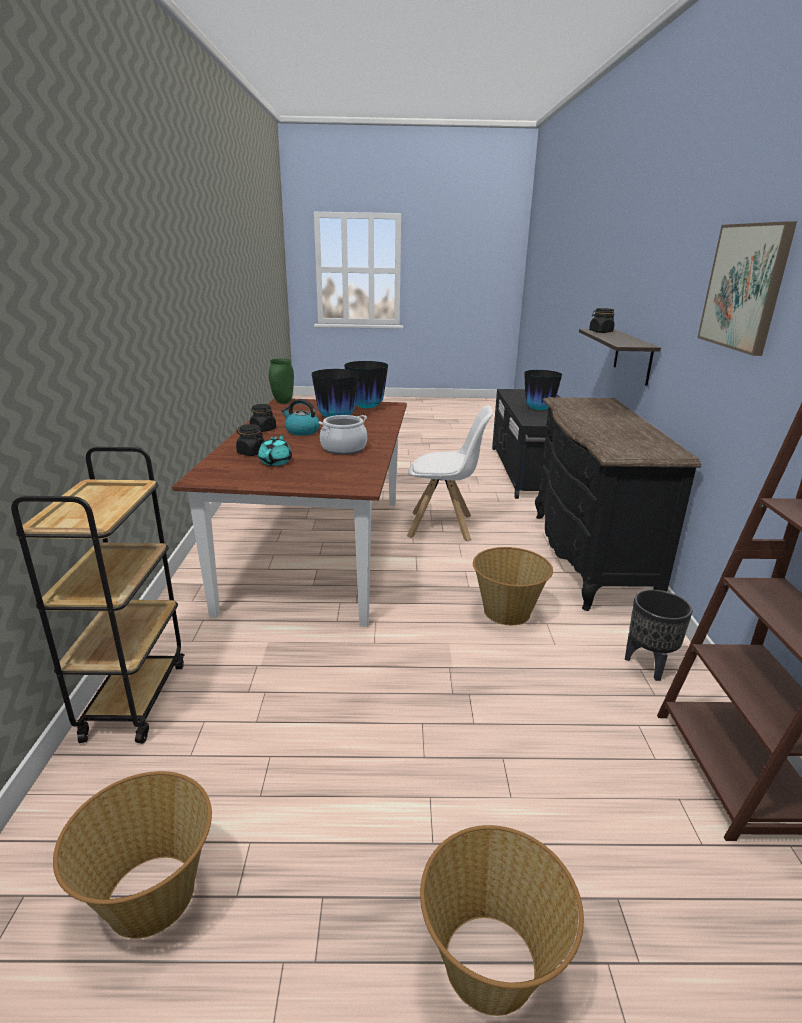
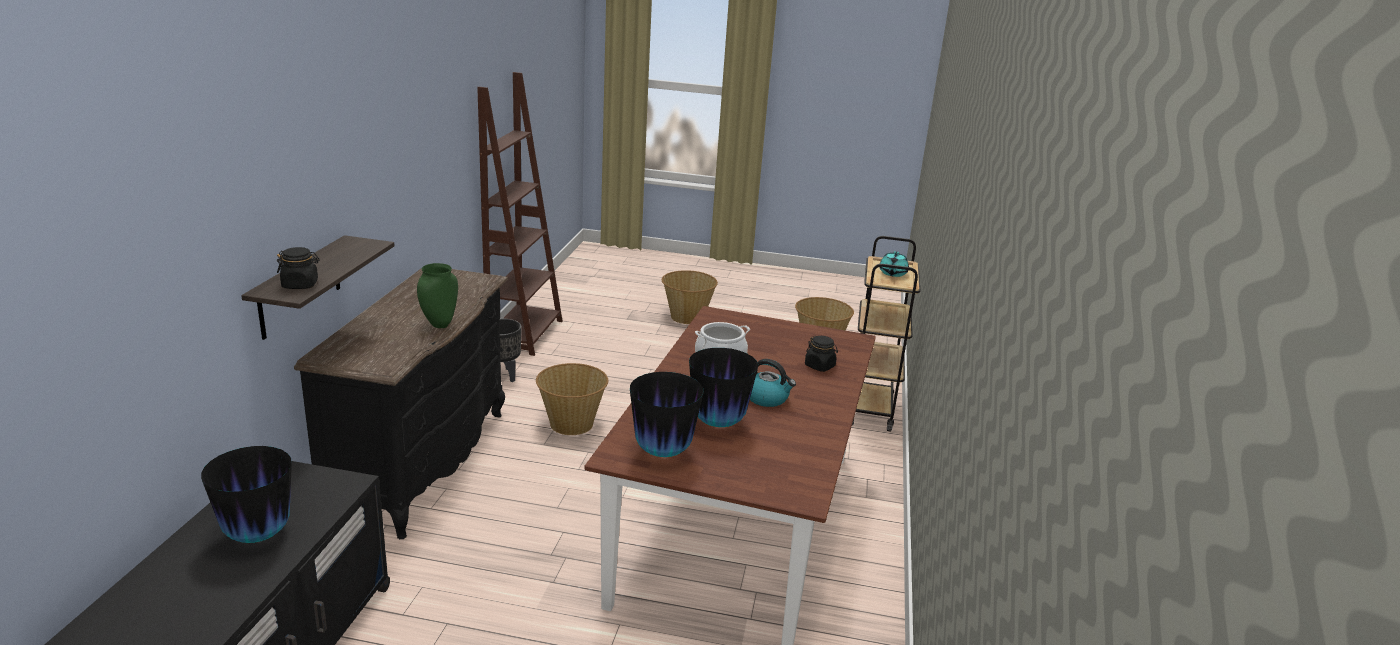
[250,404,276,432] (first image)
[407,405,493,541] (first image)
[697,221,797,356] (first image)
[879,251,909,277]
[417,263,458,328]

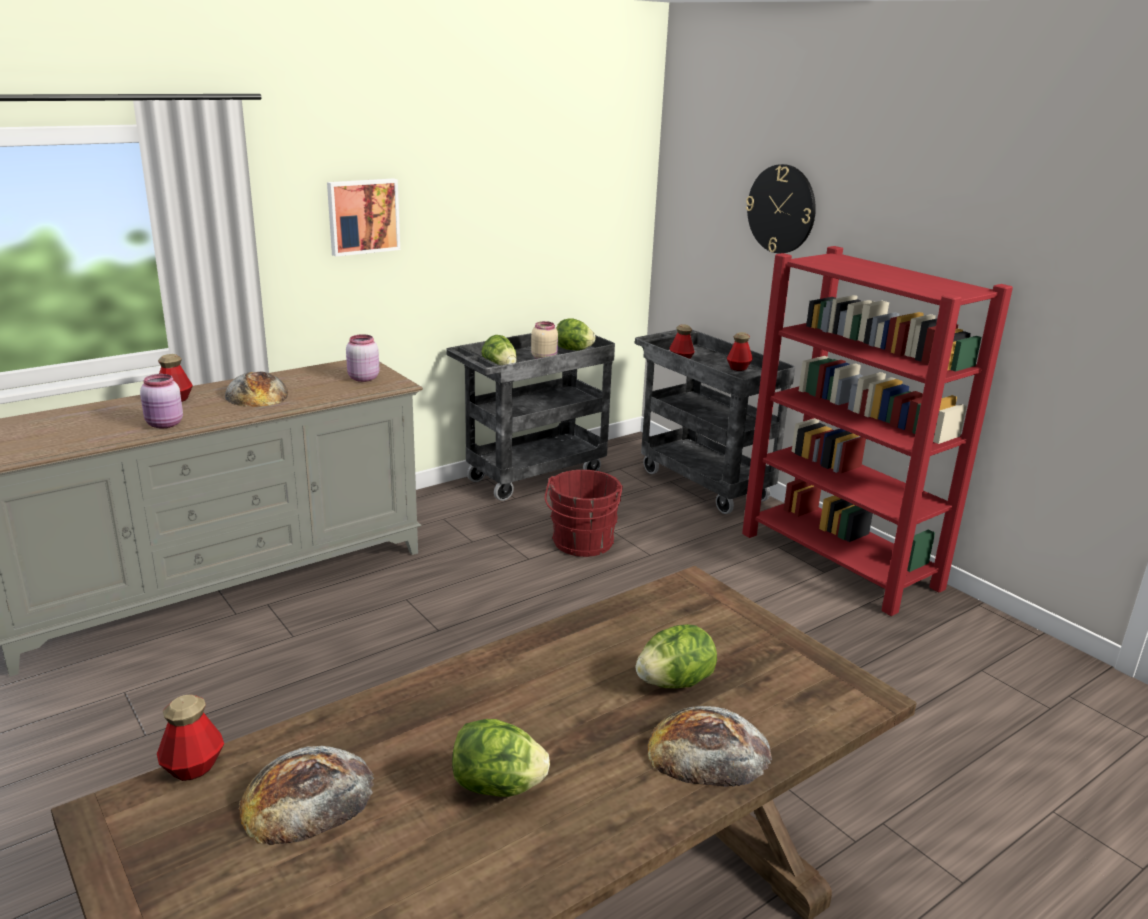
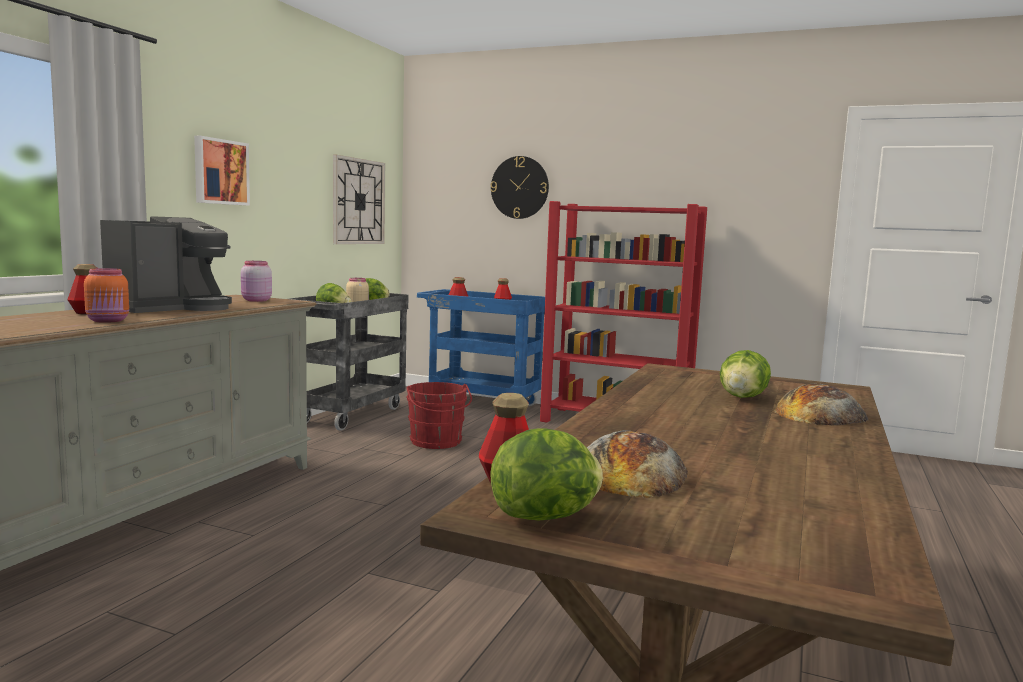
[333,154,385,244]
[490,428,603,520]
[100,216,232,313]
[84,268,129,323]
[417,289,545,406]

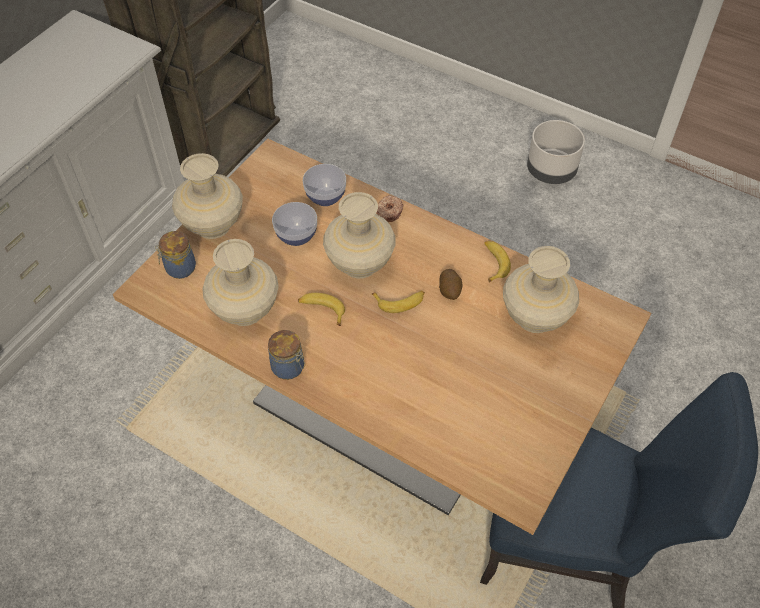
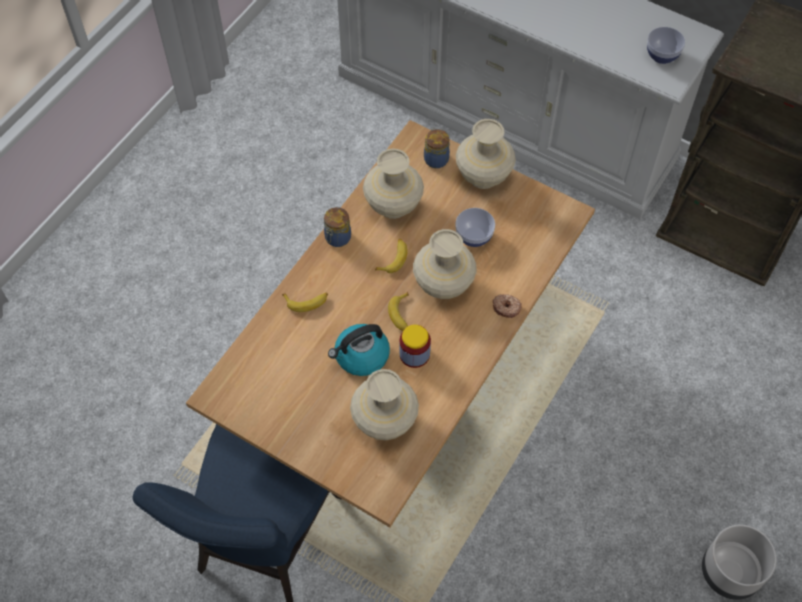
[328,324,390,376]
[647,27,685,64]
[282,293,328,312]
[399,325,431,368]

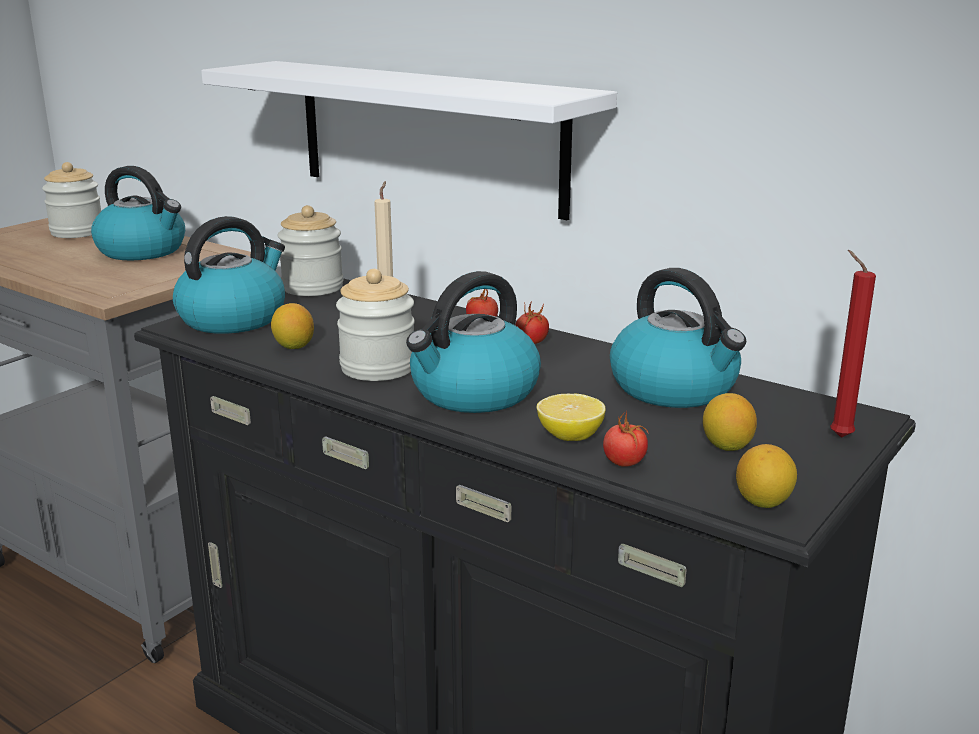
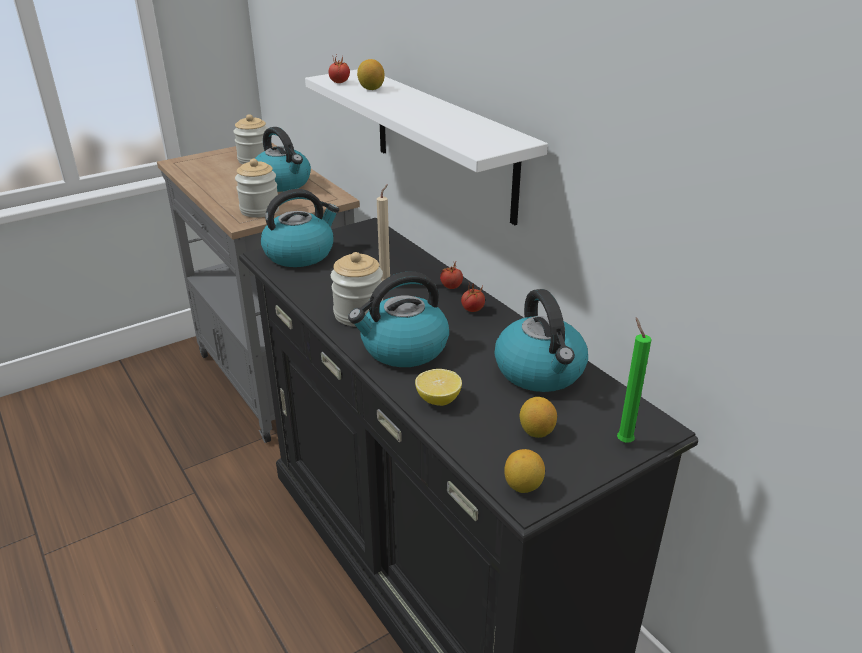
[357,59,384,90]
[235,159,279,218]
[329,55,350,83]
[617,318,652,443]

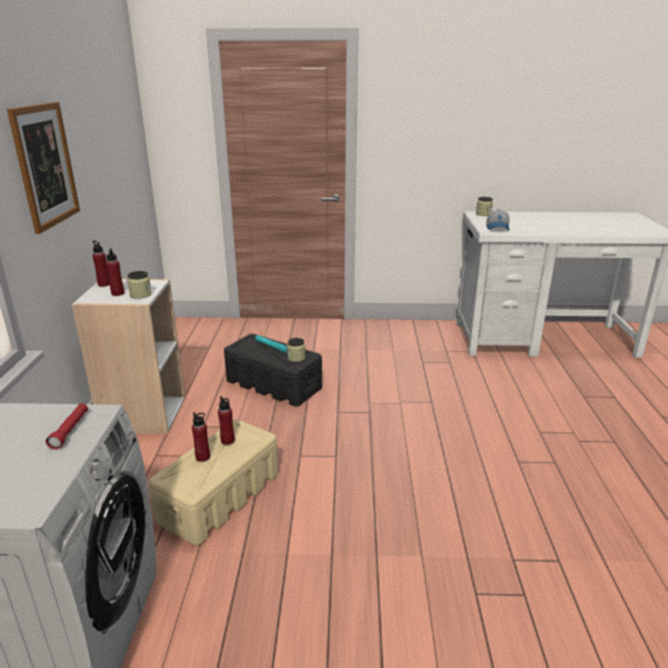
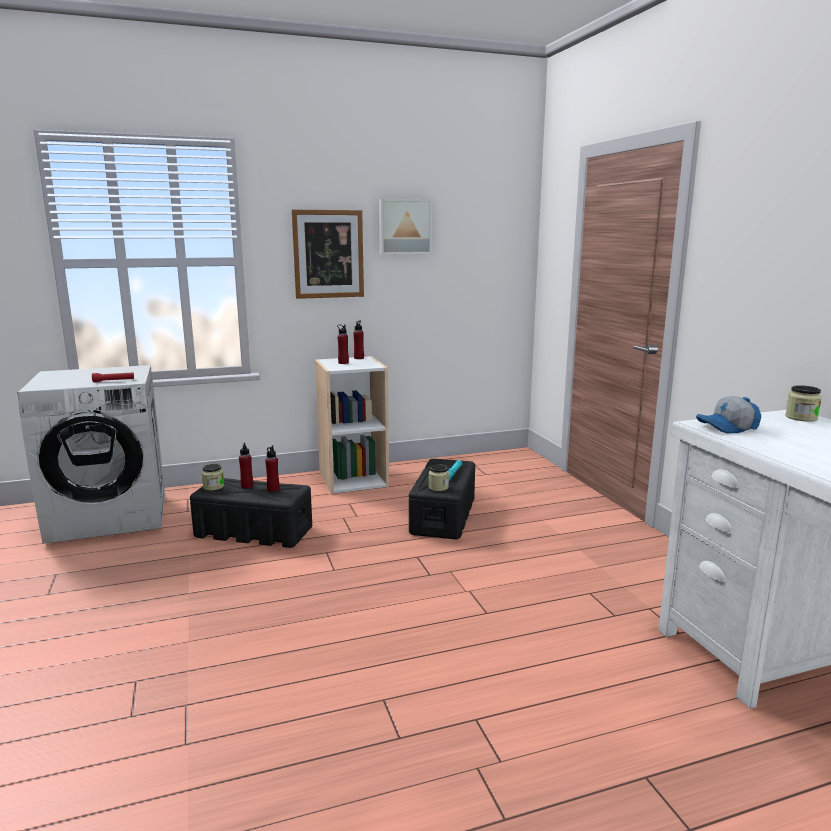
[379,199,432,255]
[202,464,224,491]
[190,478,312,548]

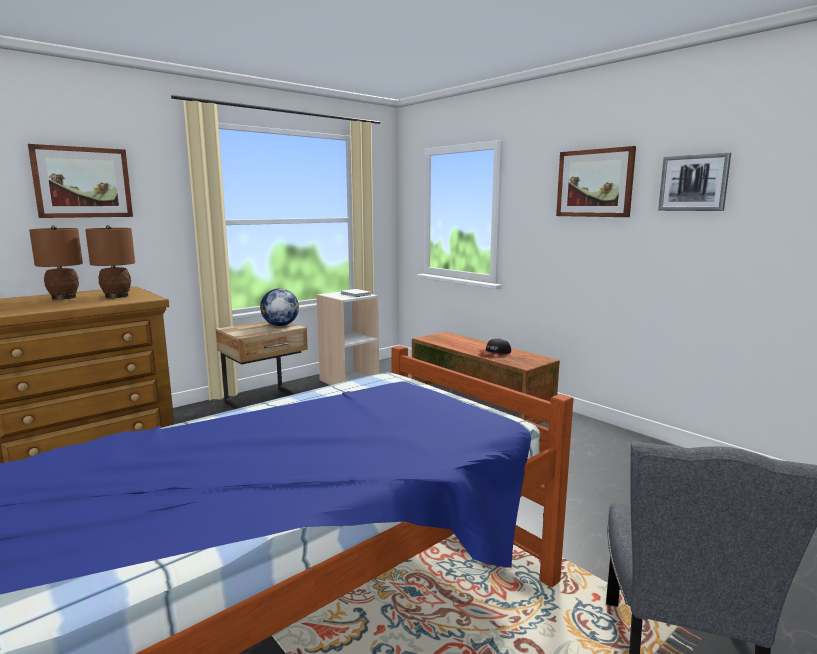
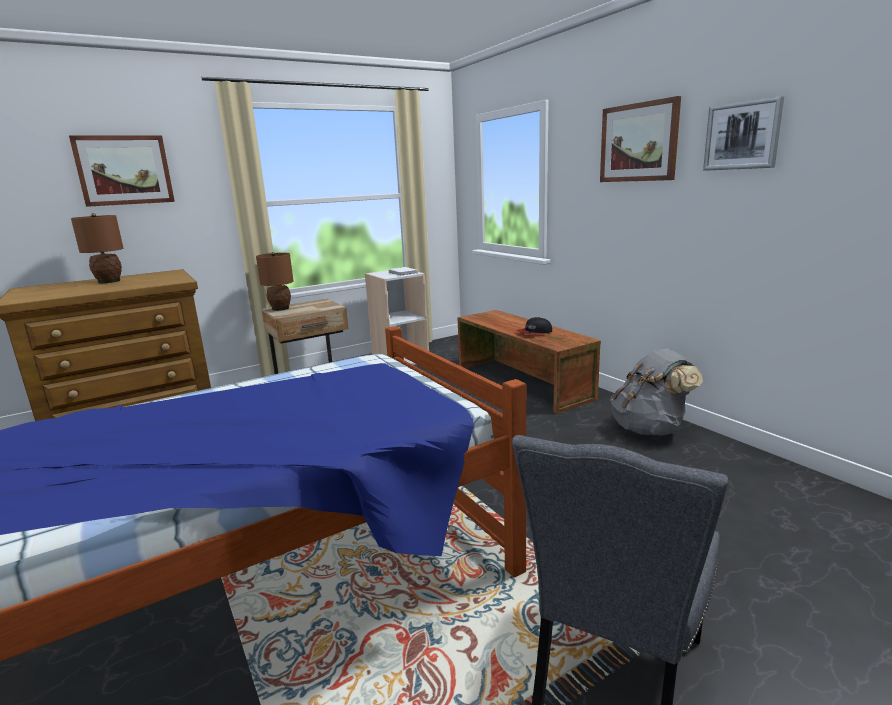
[260,288,299,326] (first image)
[610,349,703,436]
[256,252,293,311]

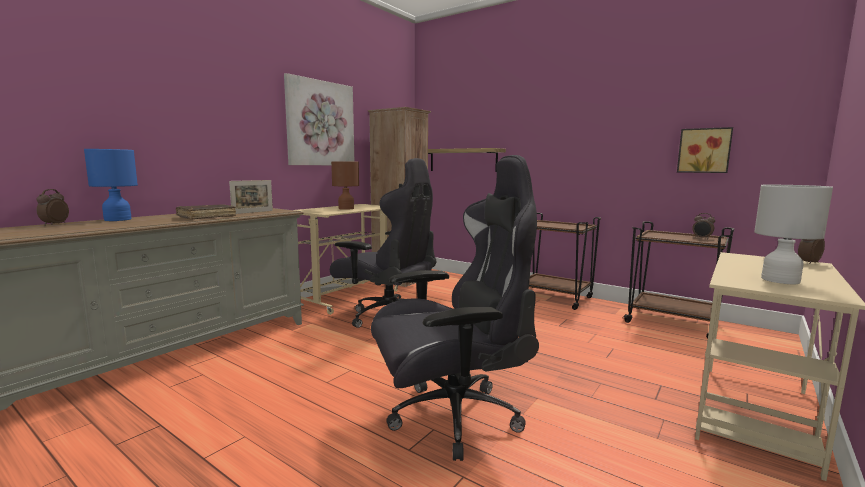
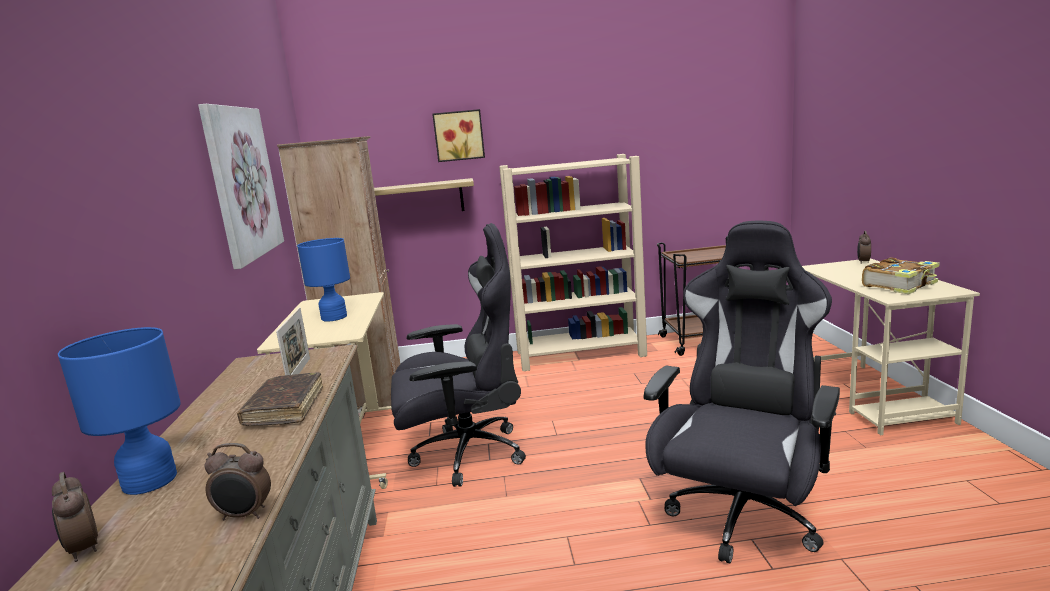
[432,109,485,162]
[205,443,271,520]
[499,154,647,371]
[862,257,940,294]
[297,238,350,321]

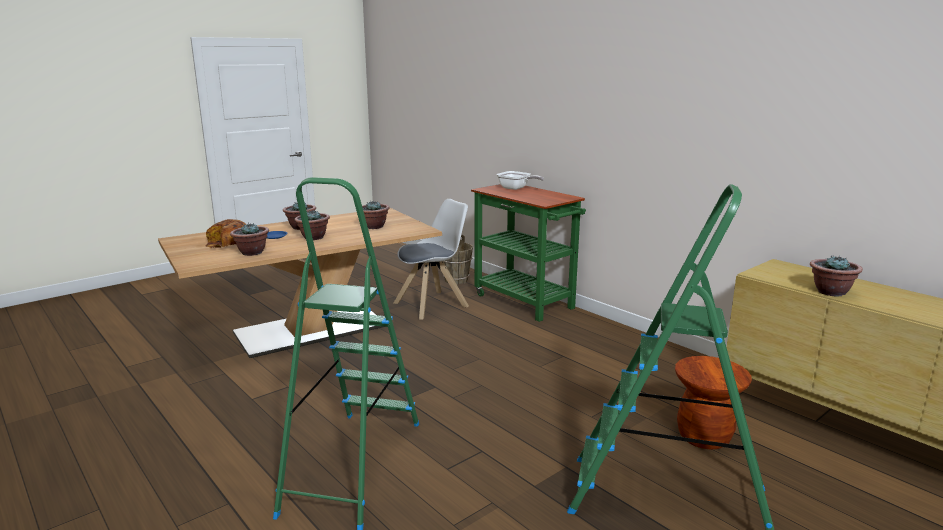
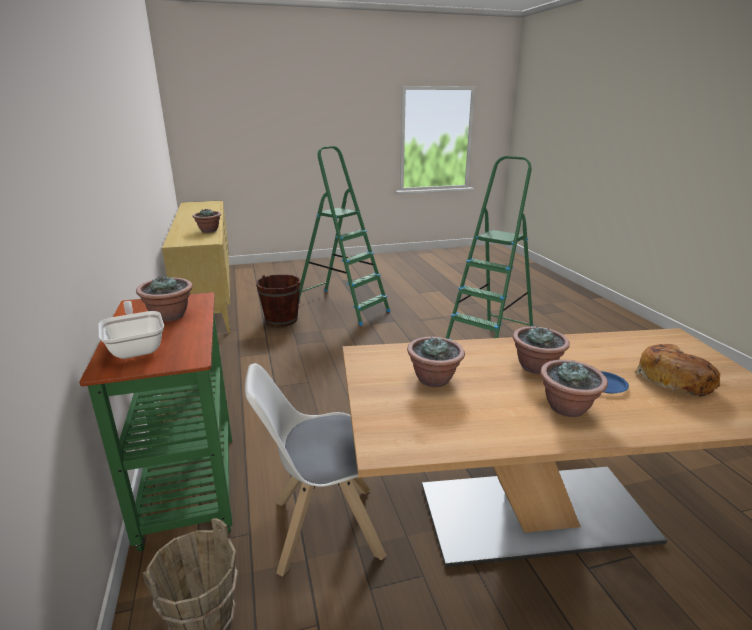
[136,275,193,322]
[256,274,301,327]

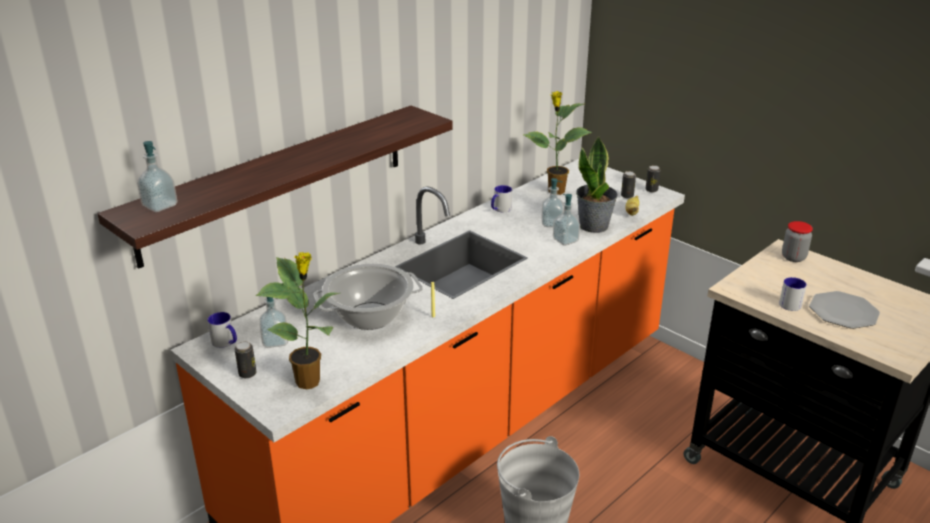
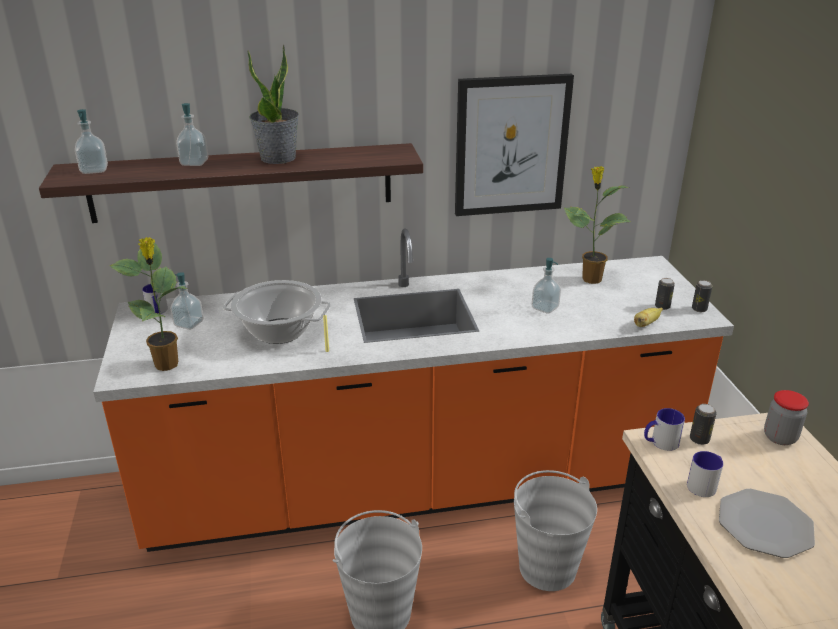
[455,74,574,216]
[514,470,597,591]
[690,404,717,445]
[644,408,685,451]
[176,103,208,166]
[247,45,299,164]

